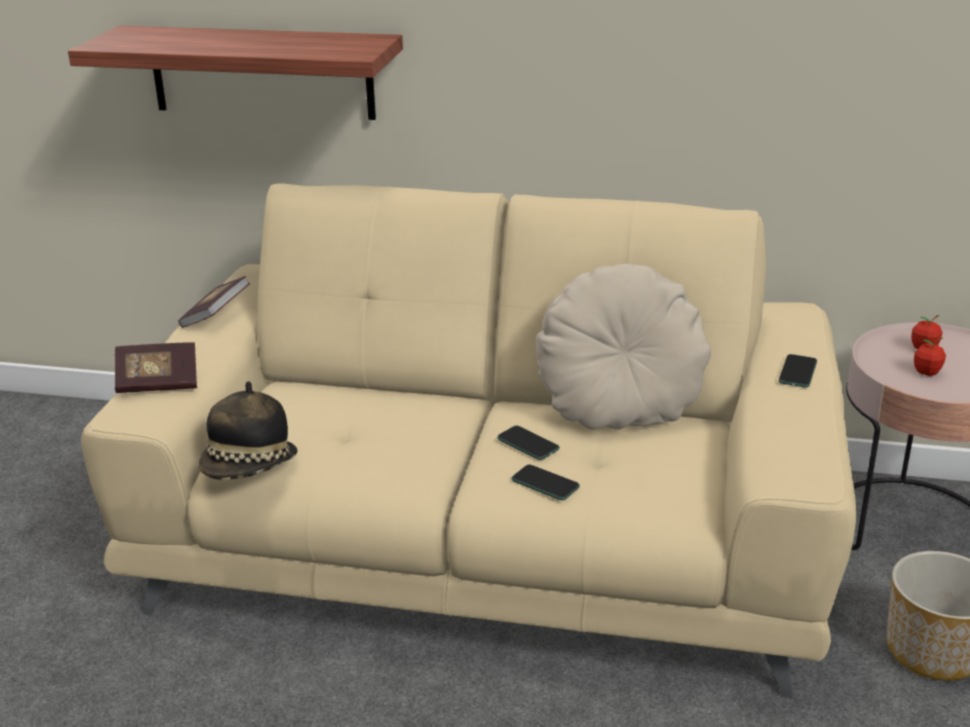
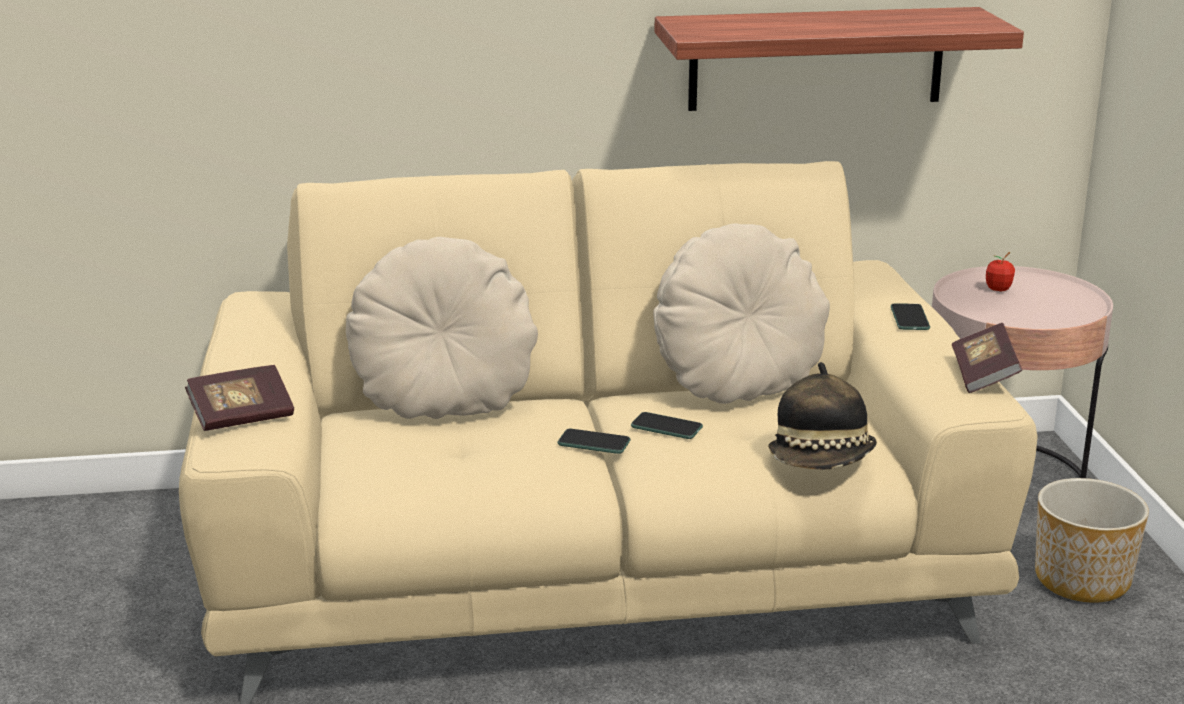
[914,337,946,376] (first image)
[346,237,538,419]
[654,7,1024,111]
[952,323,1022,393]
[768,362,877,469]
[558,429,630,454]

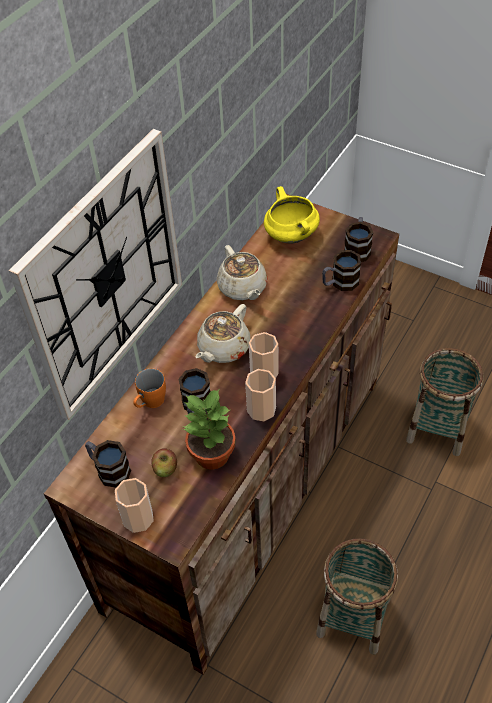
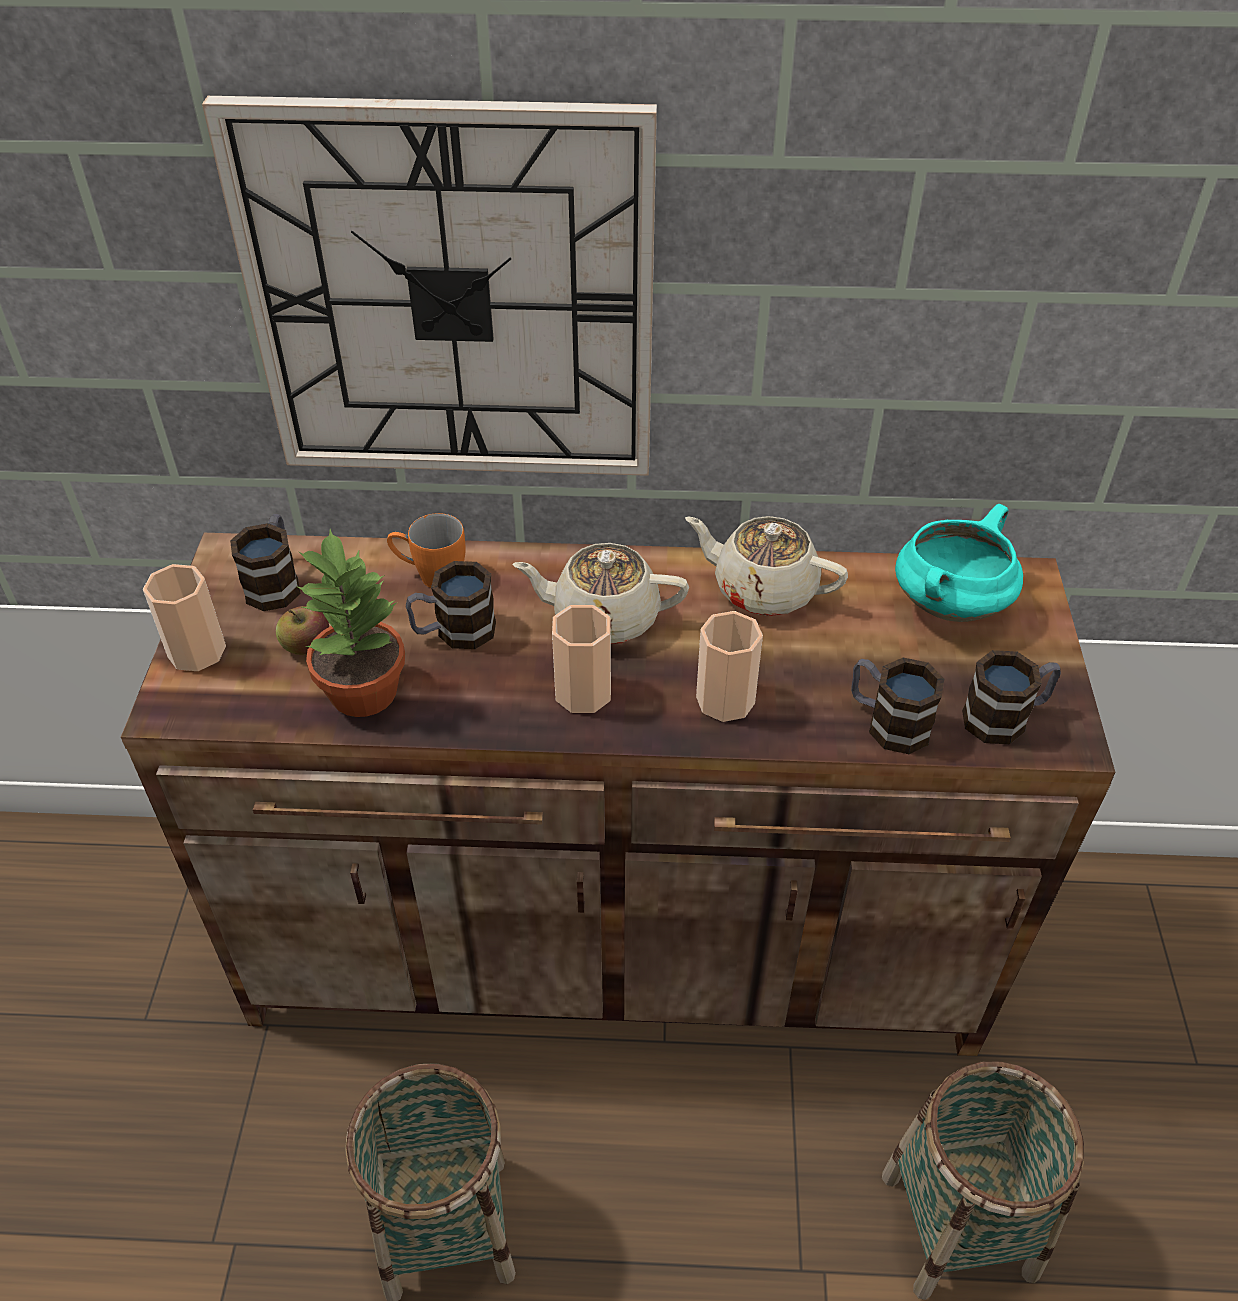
[696,611,763,722]
[895,504,1023,622]
[685,516,848,616]

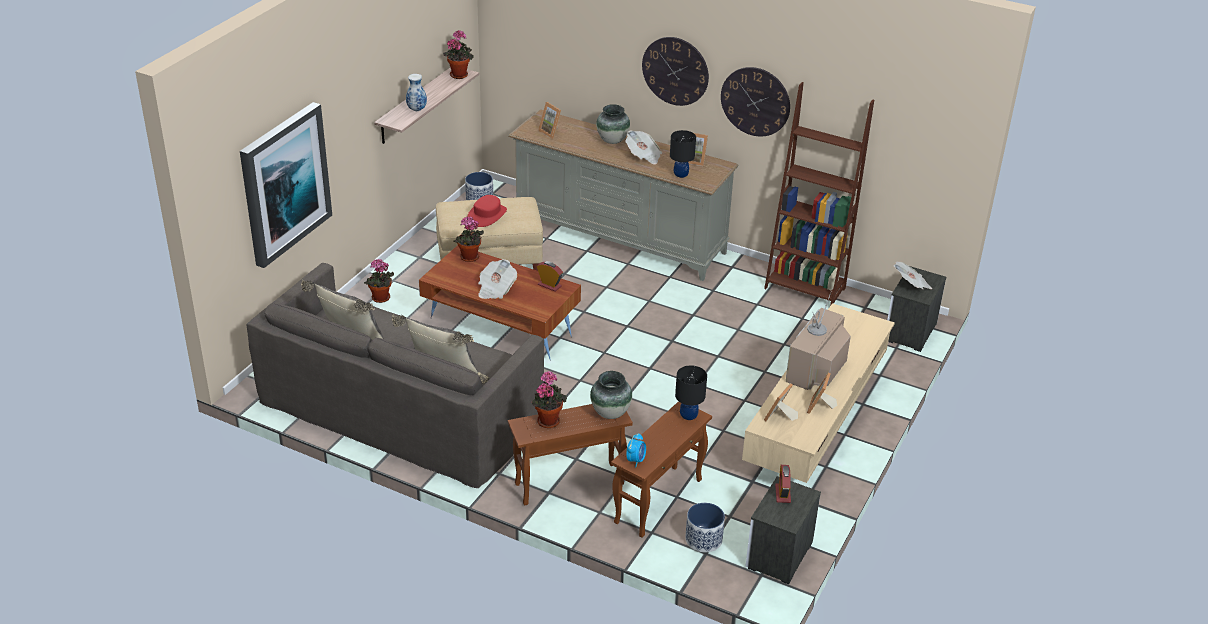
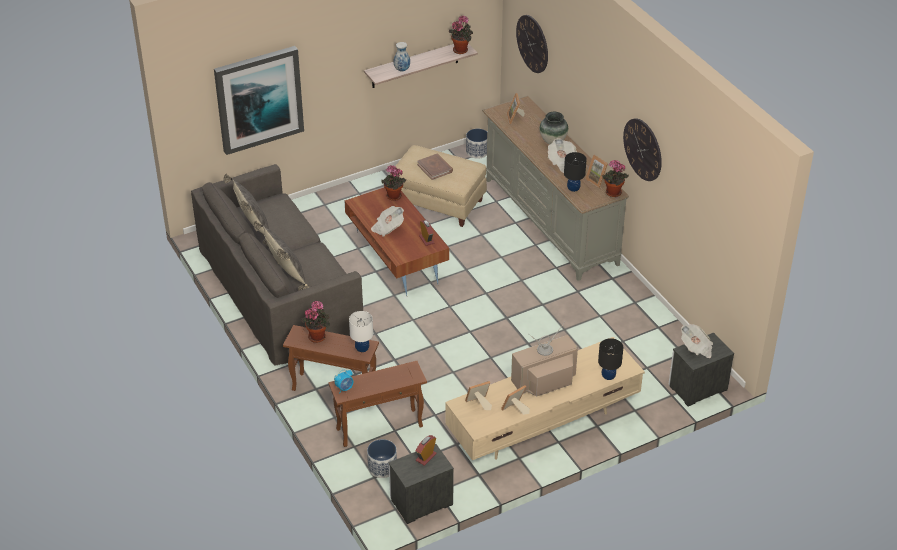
[764,82,874,306] (first image)
[602,160,629,197]
[516,15,548,73]
[598,338,623,380]
[417,153,453,180]
[349,311,373,352]

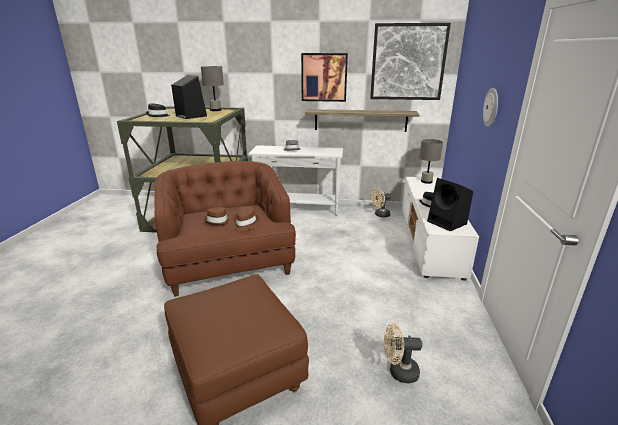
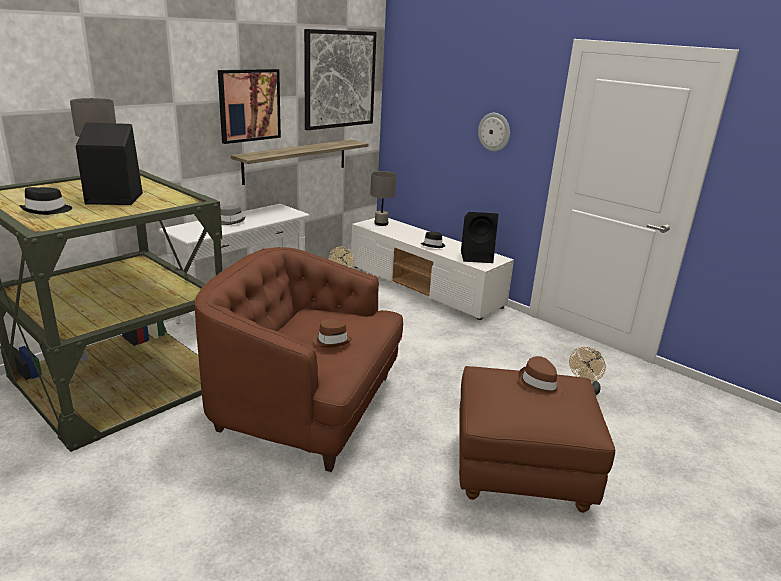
[518,356,562,398]

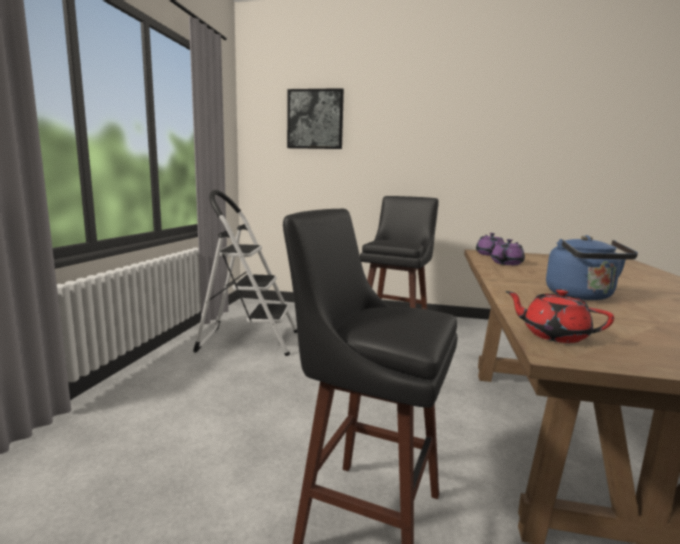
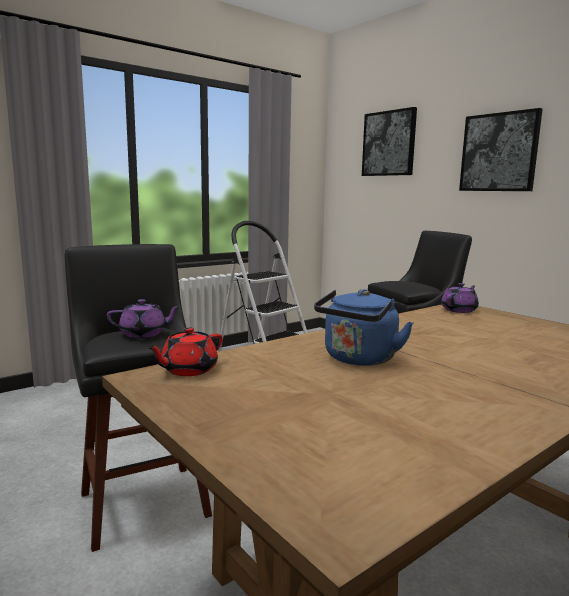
[459,108,543,191]
[107,299,182,338]
[146,327,223,376]

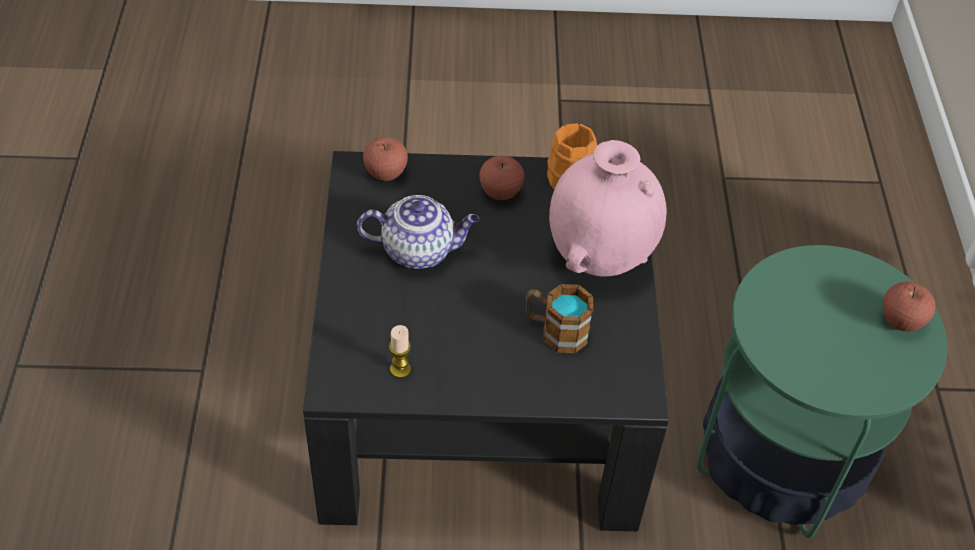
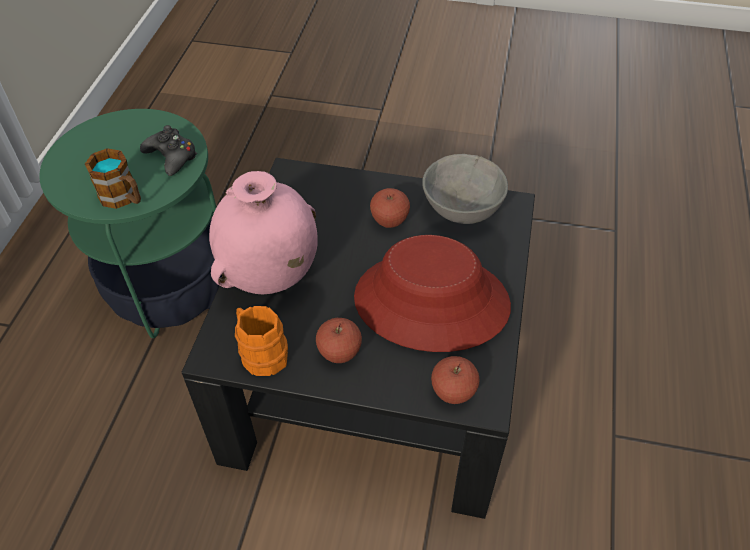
[140,125,197,176]
[85,148,141,209]
[370,188,410,228]
[354,235,511,352]
[422,154,508,224]

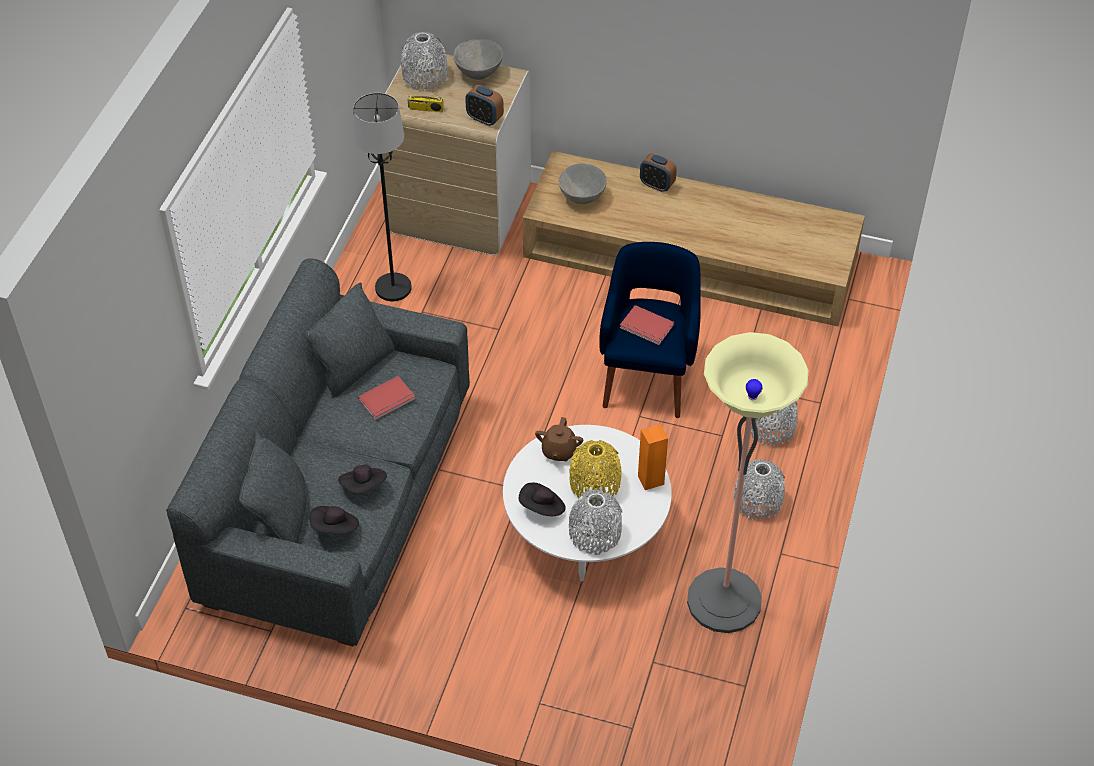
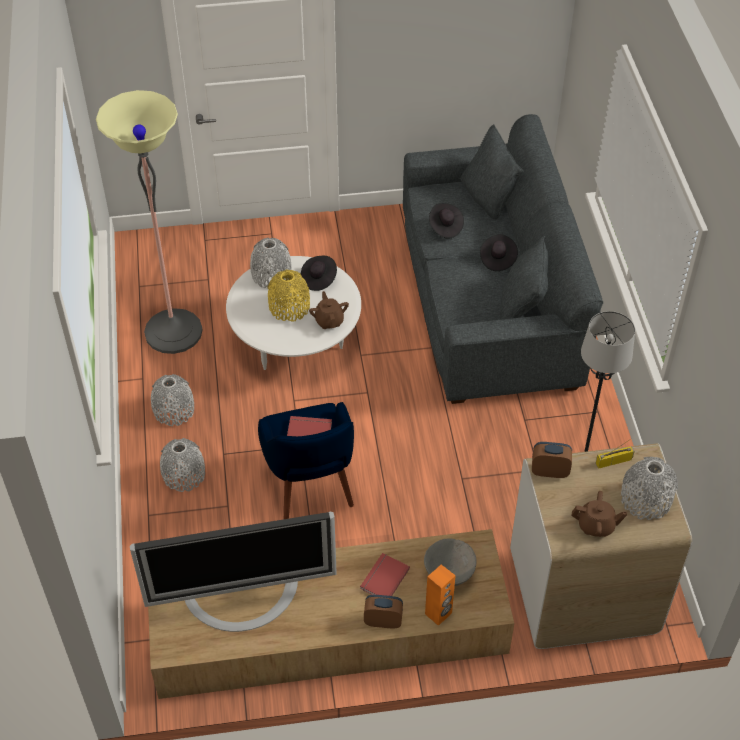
[130,512,337,632]
[480,234,518,271]
[360,553,410,596]
[425,565,456,626]
[572,491,627,537]

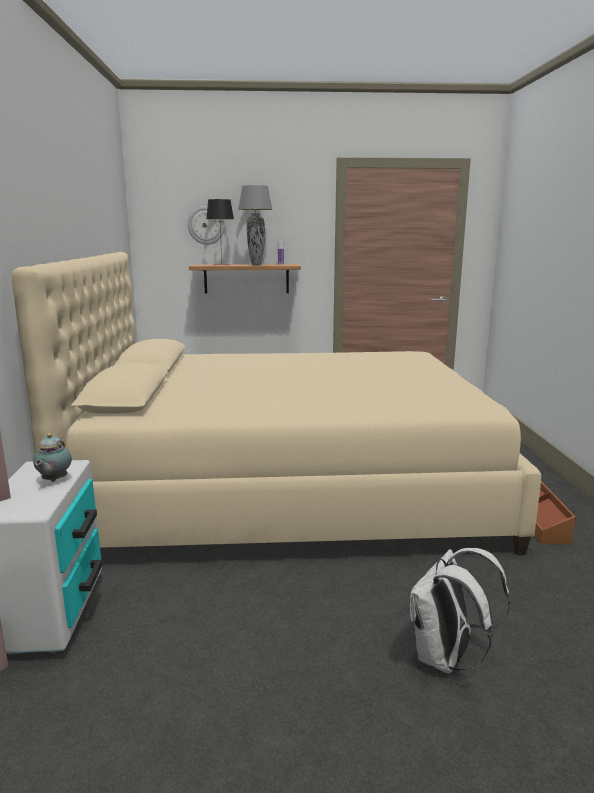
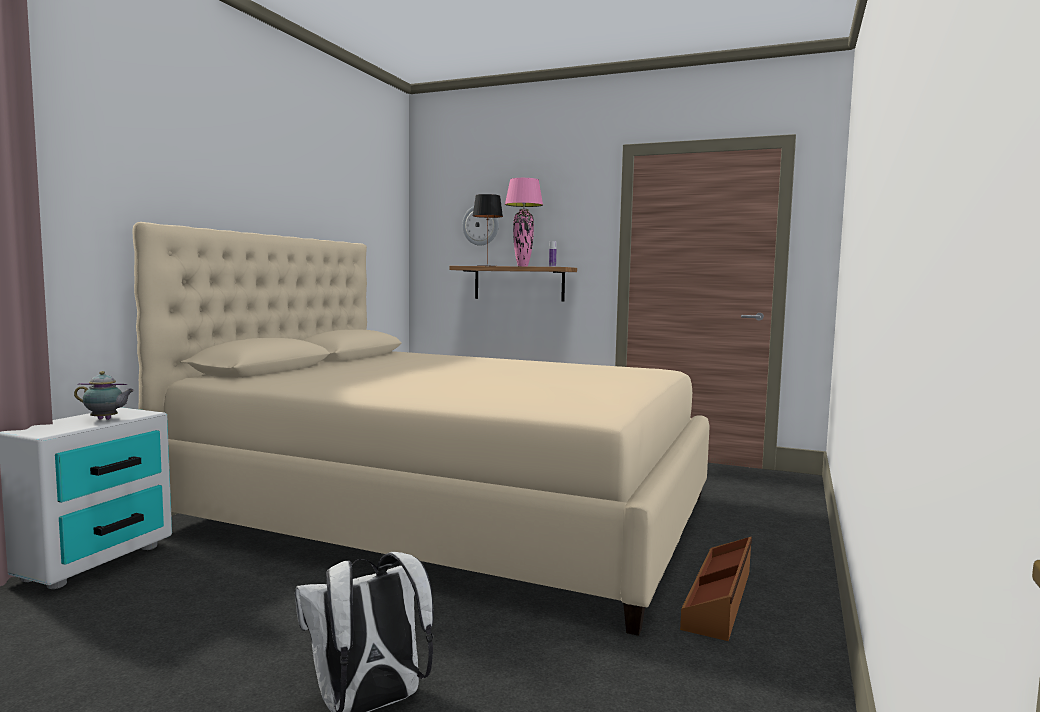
[505,178,543,267]
[74,371,134,420]

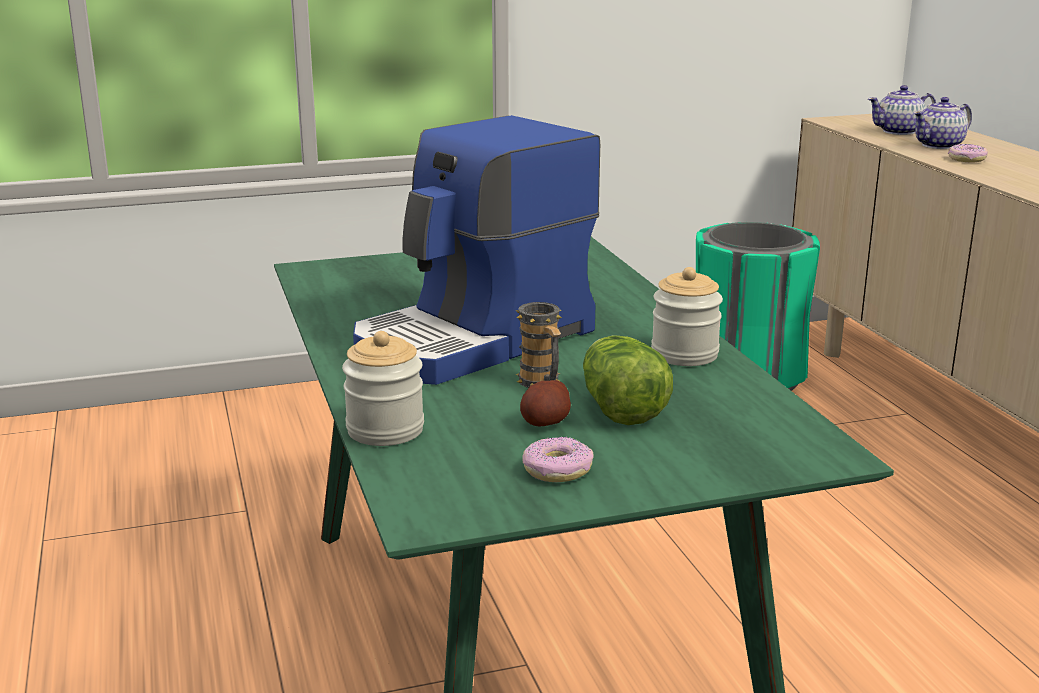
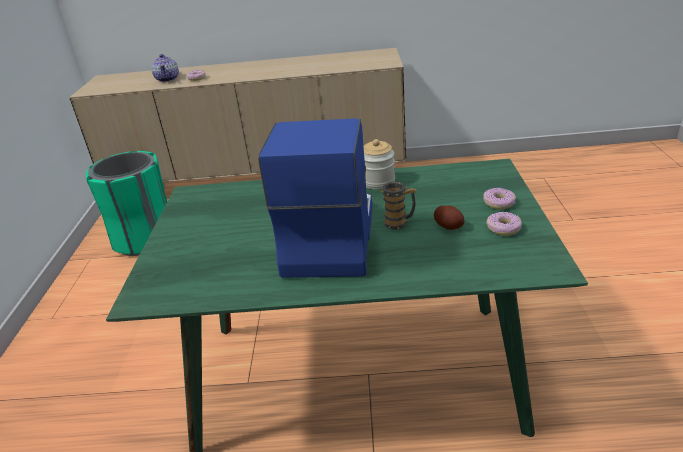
[342,331,424,446] (first image)
[583,335,673,425] (first image)
[868,85,936,135] (first image)
[483,187,516,210]
[258,118,372,278]

